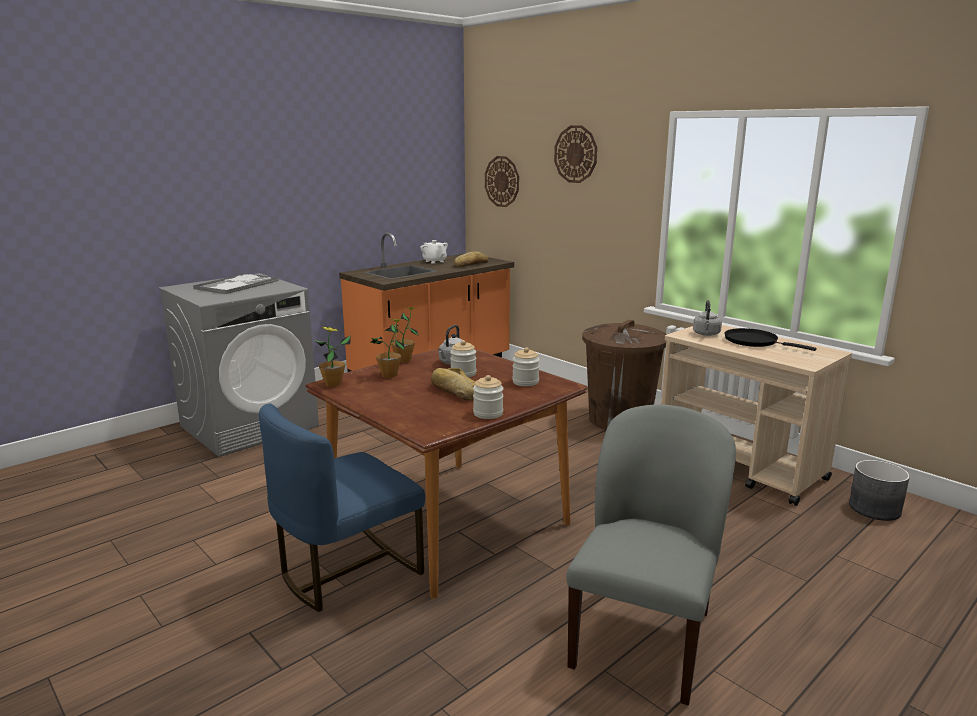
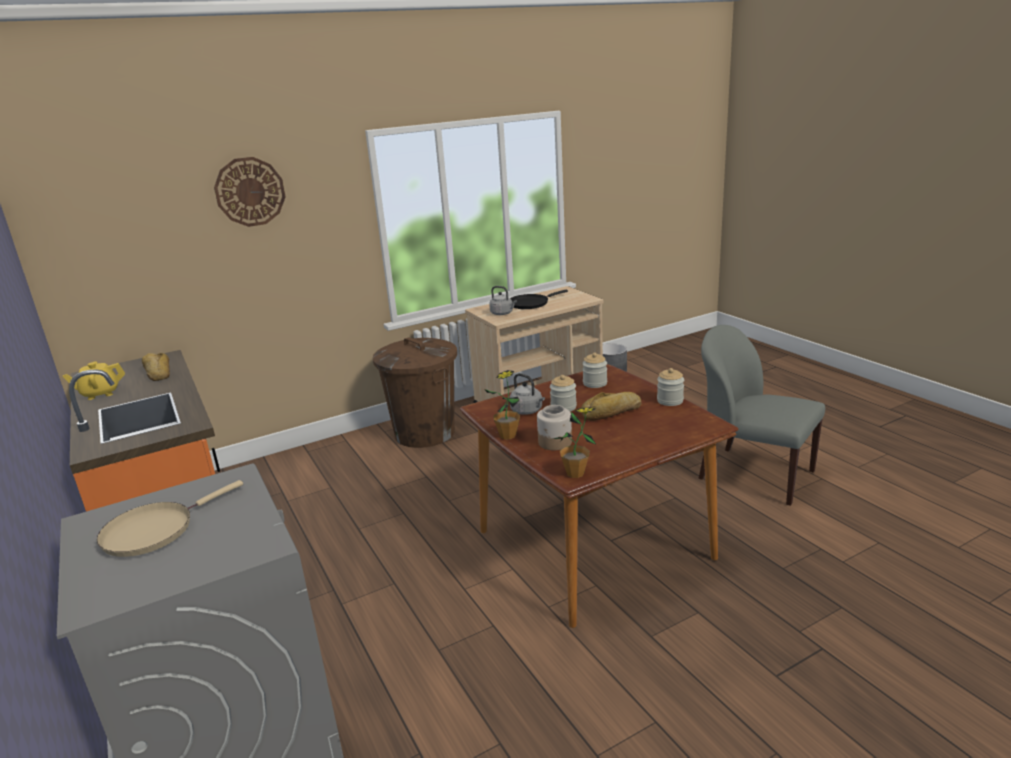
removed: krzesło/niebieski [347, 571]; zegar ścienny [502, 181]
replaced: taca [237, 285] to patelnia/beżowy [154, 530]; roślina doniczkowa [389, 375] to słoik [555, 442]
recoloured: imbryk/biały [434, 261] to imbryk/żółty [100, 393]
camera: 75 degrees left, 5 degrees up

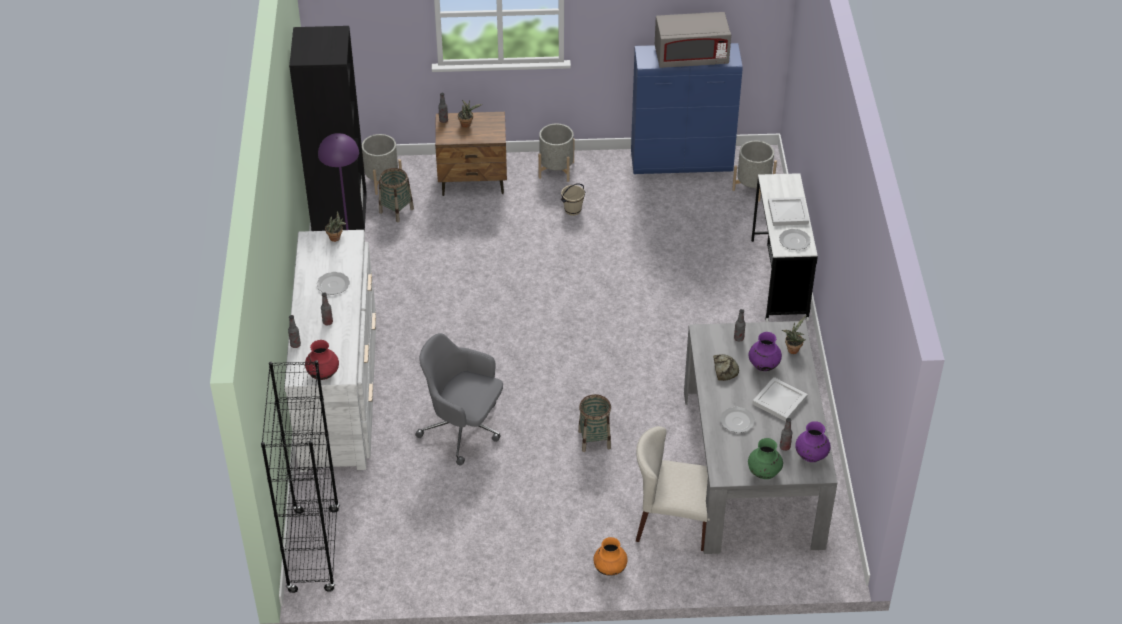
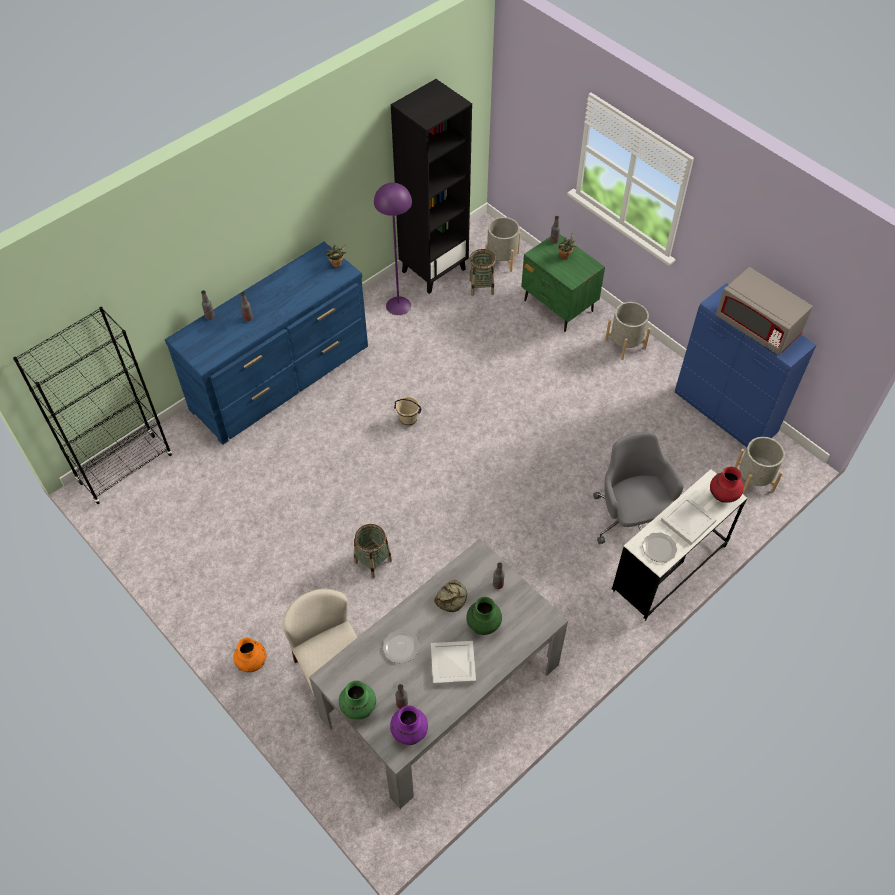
removed: talerz [332, 284]; roślina doniczkowa [793, 348]
moved: wazon/czerwony [323, 374] to [723, 495]; krzesło biurowe/szary [463, 429] to [630, 519]; wiadro/beżowy [572, 210] to [408, 420]
recoloured: komoda/biały [339, 390] to komoda/niebieski [281, 378]; szafka nocna/brązowy [473, 181] to szafka nocna/zielony [558, 306]; wazon/fioletowy [763, 365] to wazon/zielony [483, 624]
camera: 50 degrees right, 10 degrees up

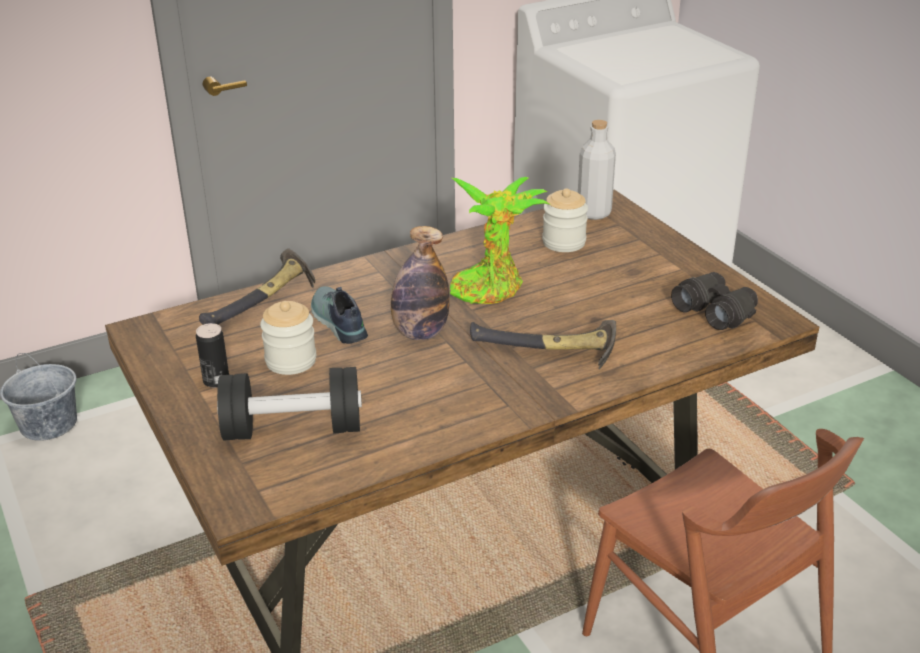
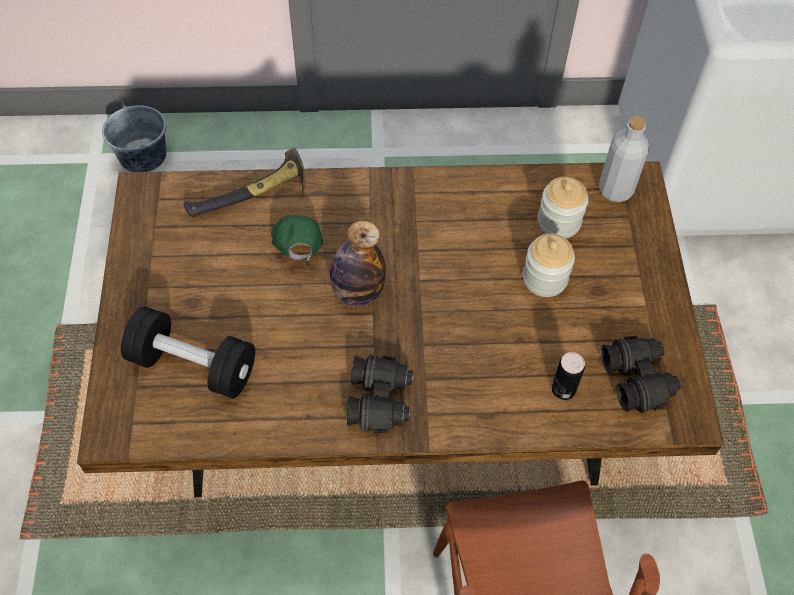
removed: roślina doniczkowa [491, 287]; młotek [546, 353]
added: lornetka/czarny [380, 399]
moved: puszka [216, 381] to [563, 389]; słoik [291, 361] to [544, 278]
replaced: but [337, 322] to czapka z daszkiem/zielony [297, 248]
camera: 25 degrees right, 25 degrees up

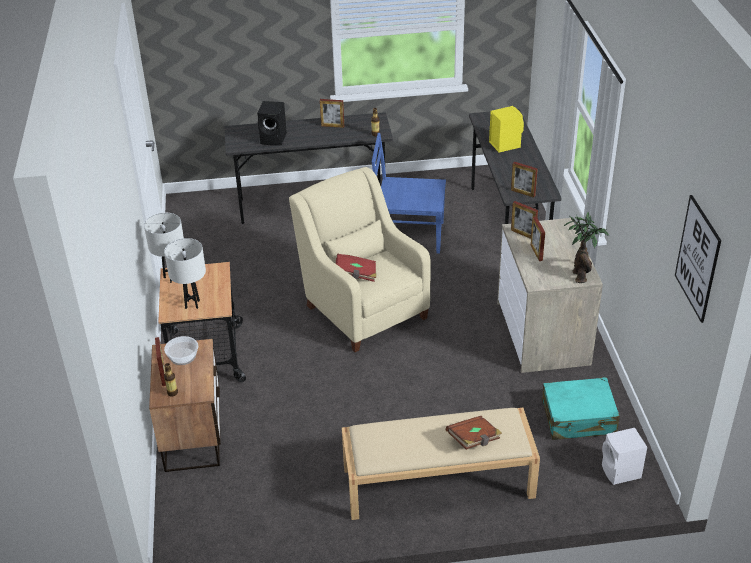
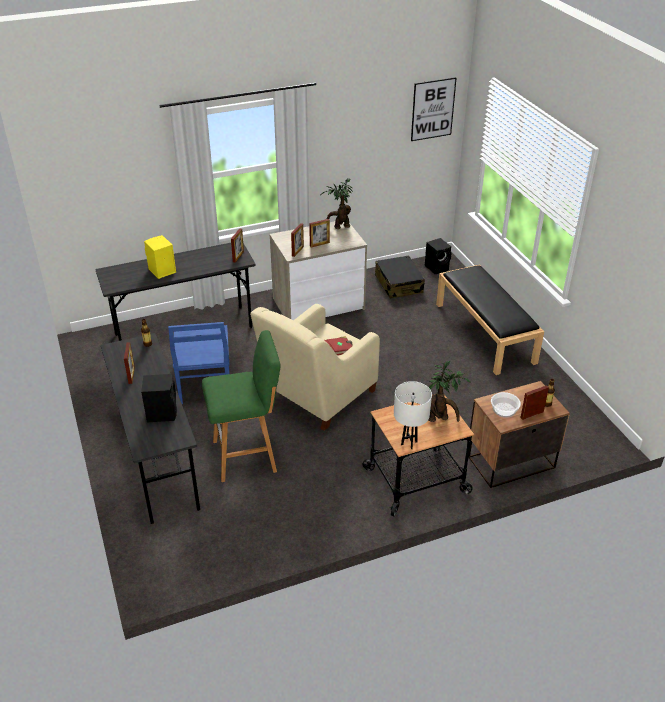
removed: książka/brązowy [474, 440]
added: stołek/zielony [247, 455]
replaced: lampa stołowa/biały [192, 304] to roślina doniczkowa [440, 418]
recoloured: ławka/beżowy [437, 483] to ławka/czarny [485, 333]; walizka/turkusowy [579, 418] to walizka/czarny [398, 284]; głośnik/biały [621, 472] to głośnik/czarny [437, 268]
camera: 105 degrees left, 0 degrees up

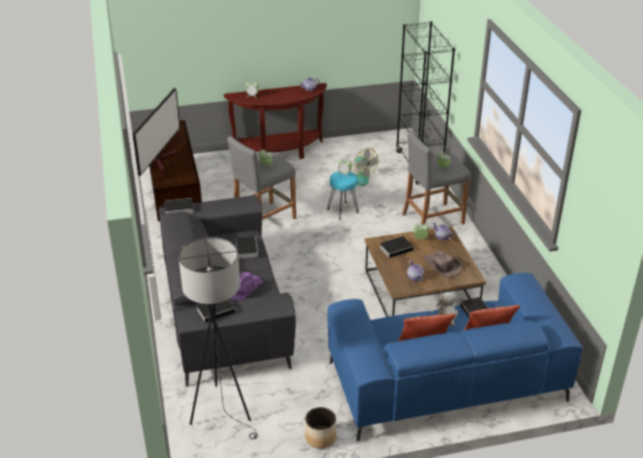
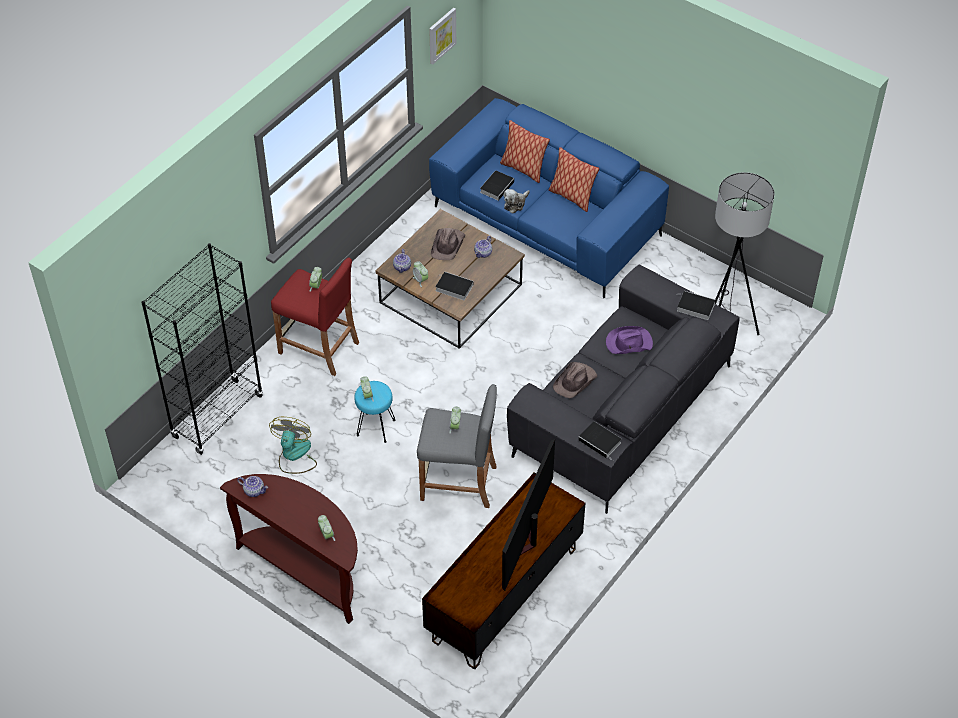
removed: donica [320, 438]
added: obraz [441, 35]
replaced: książka [246, 248] to kapelusz/brązowy [575, 381]
recoloured: stołek/szary [432, 218] to stołek/czerwony [318, 348]
turned: telewizor [163, 159] = [525, 544] 45 degrees counterclockwise
camera: 130 degrees left, 15 degrees up

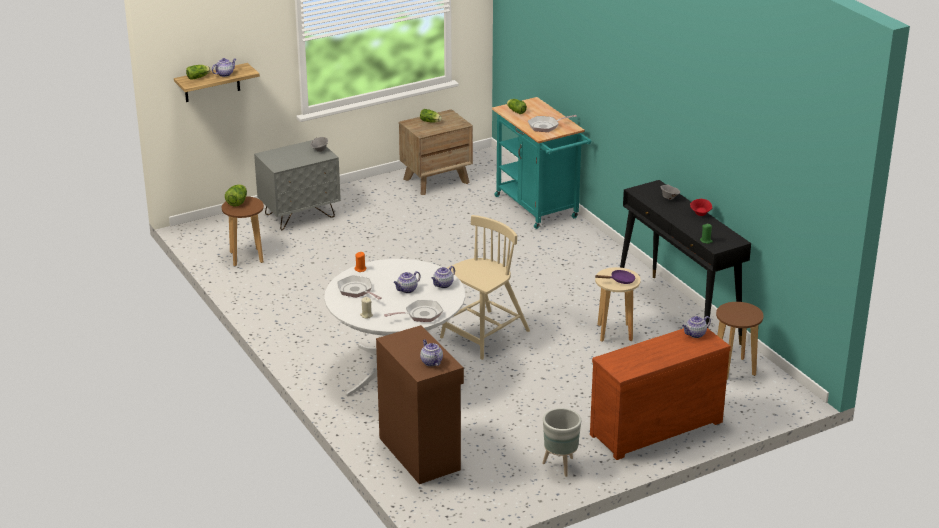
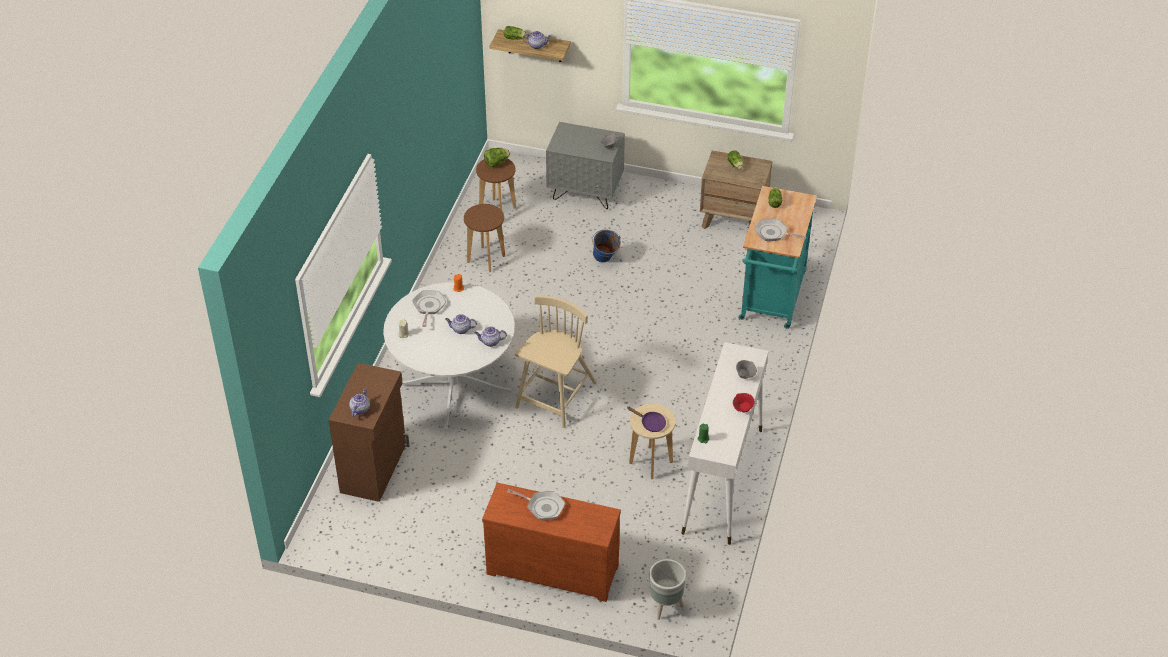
removed: imbryk [695, 334]
added: wiadro/niebieski [605, 261]
moved: patelnia [420, 314] to [542, 507]; donica/szary [560, 466] to [665, 607]; stołek/brązowy [734, 369] to [486, 259]
recoloured: stolik konsolowy/czarny [678, 316] to stolik konsolowy/biały [722, 481]
turned: krzesło/beżowy [484, 335] = [555, 396] 60 degrees counterclockwise
camera: 45 degrees right, 15 degrees up

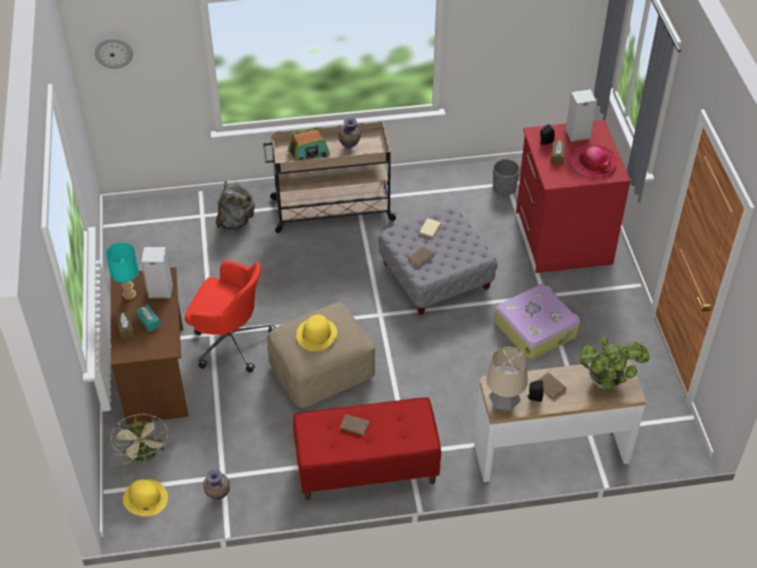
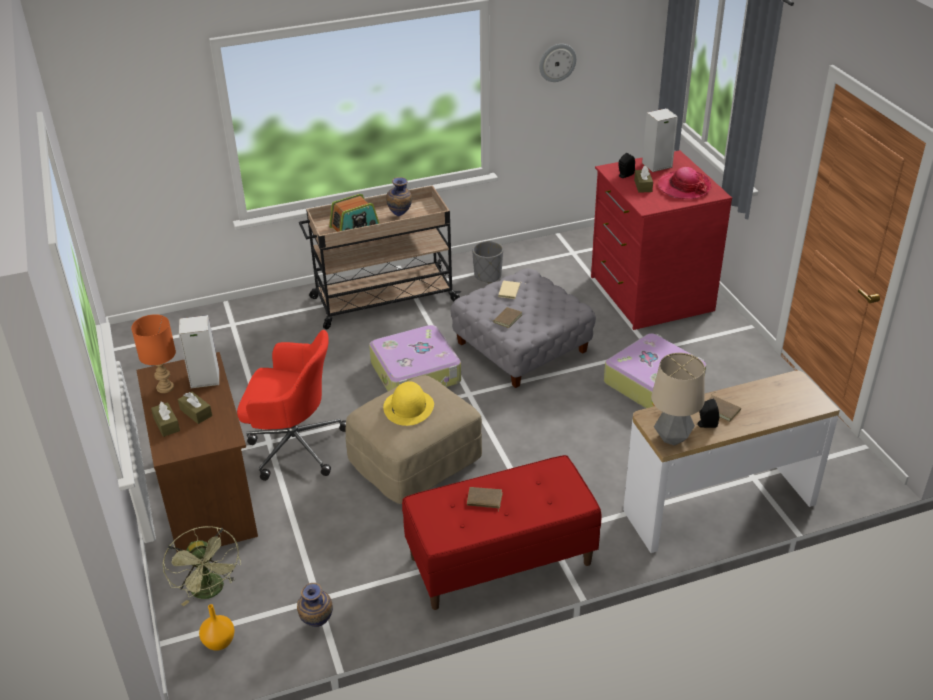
removed: plecak/szary [235, 221]; roślina doniczkowa [608, 381]
added: walizka [416, 373]
moved: zegar ścienny [113, 52] to [557, 62]; donica/szary [504, 188] to [488, 276]
replaced: kapelusz/żółty [145, 498] to wazon/pomarańczowy [218, 642]
recoloured: lampa stołowa/turkusowy [130, 294] to lampa stołowa/pomarańczowy [166, 387]; pudełko chusteczek/turkusowy [149, 321] to pudełko chusteczek/brązowy [196, 412]
camera: 10 degrees left, 10 degrees down

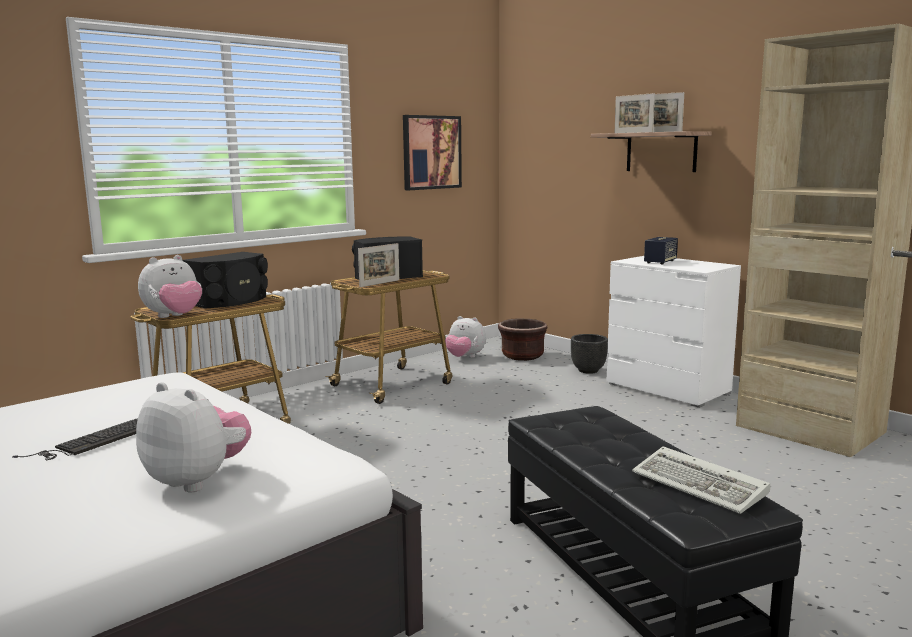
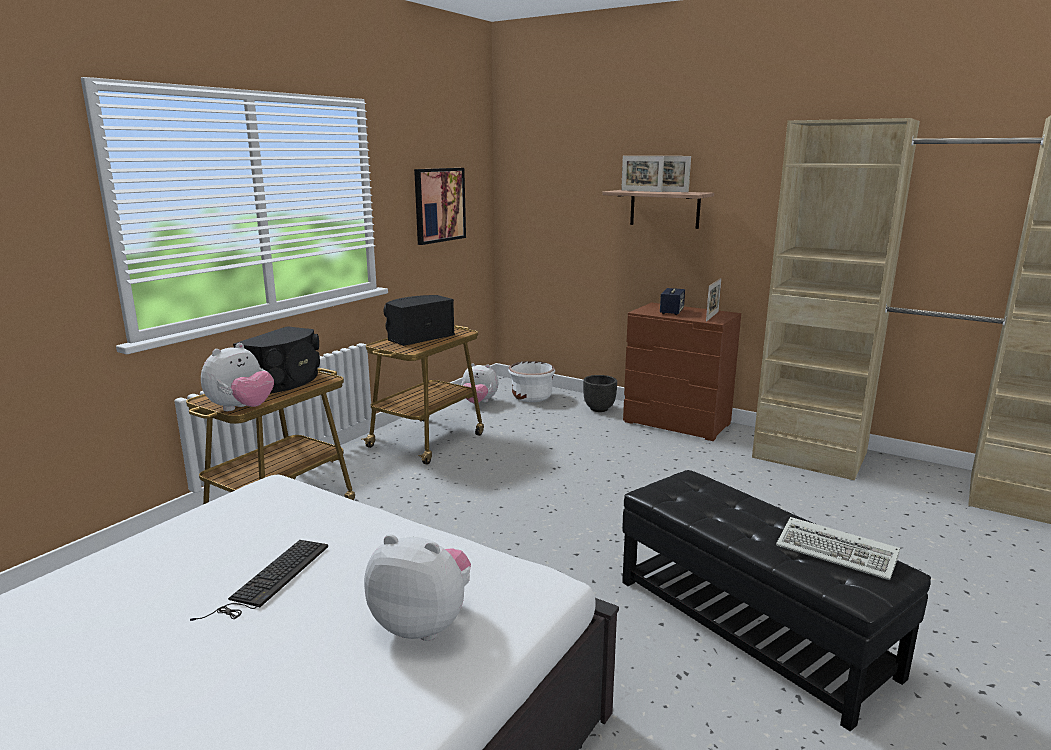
moved: ramka na zdjęcie [379, 283] to [712, 316]
recoloured: donica/brązowy [522, 356] to donica/biały [531, 397]; komoda/biały [668, 389] to komoda/brązowy [677, 423]
camera: 15 degrees left, 5 degrees up

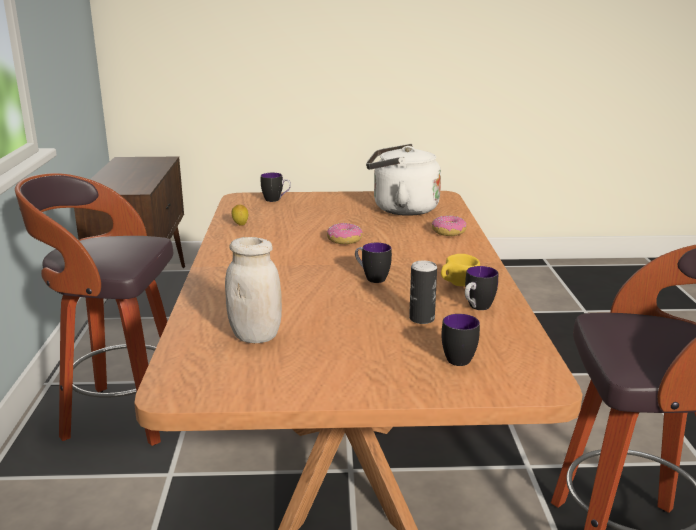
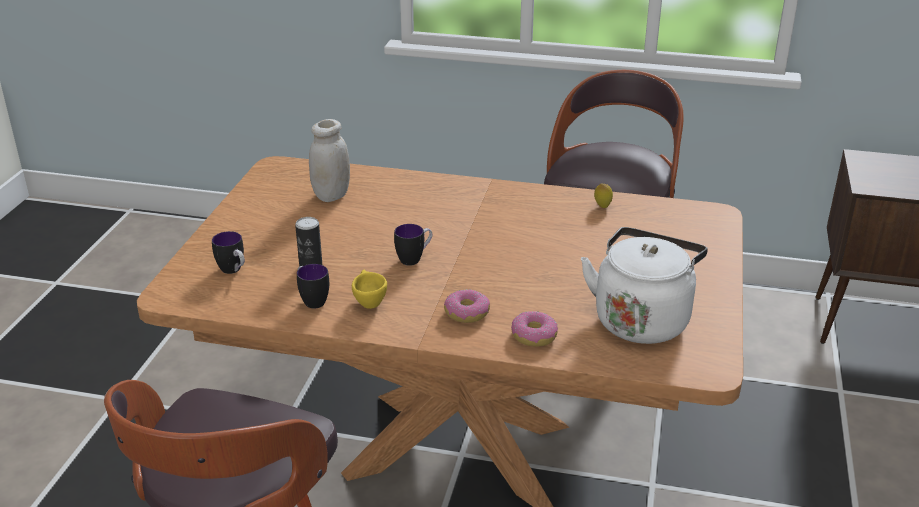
removed: kubek [276, 200]
moved: donut [344, 240] to [466, 313]
camera: 105 degrees right, 10 degrees up

